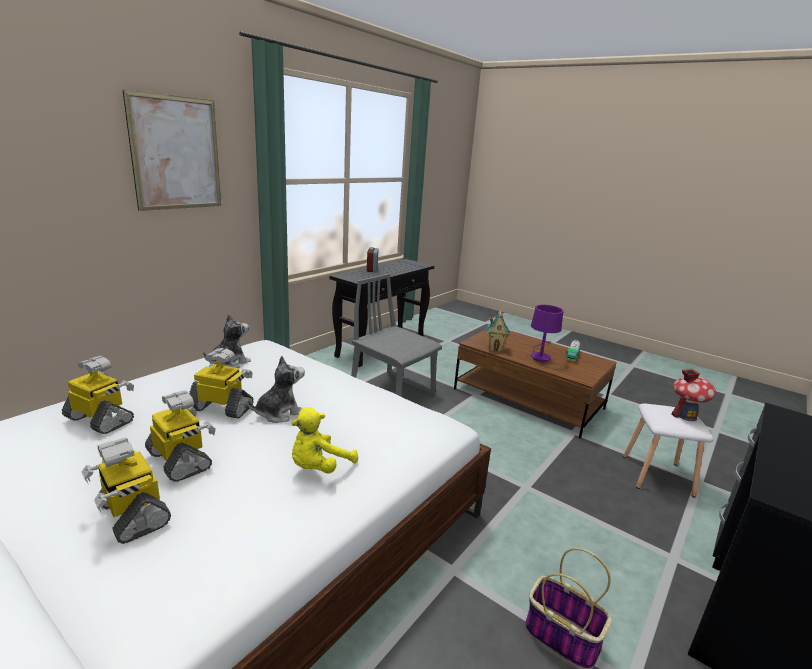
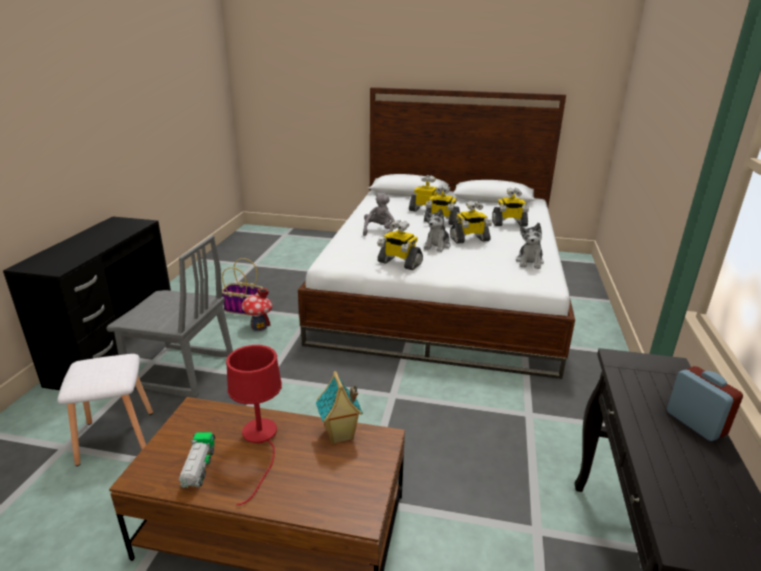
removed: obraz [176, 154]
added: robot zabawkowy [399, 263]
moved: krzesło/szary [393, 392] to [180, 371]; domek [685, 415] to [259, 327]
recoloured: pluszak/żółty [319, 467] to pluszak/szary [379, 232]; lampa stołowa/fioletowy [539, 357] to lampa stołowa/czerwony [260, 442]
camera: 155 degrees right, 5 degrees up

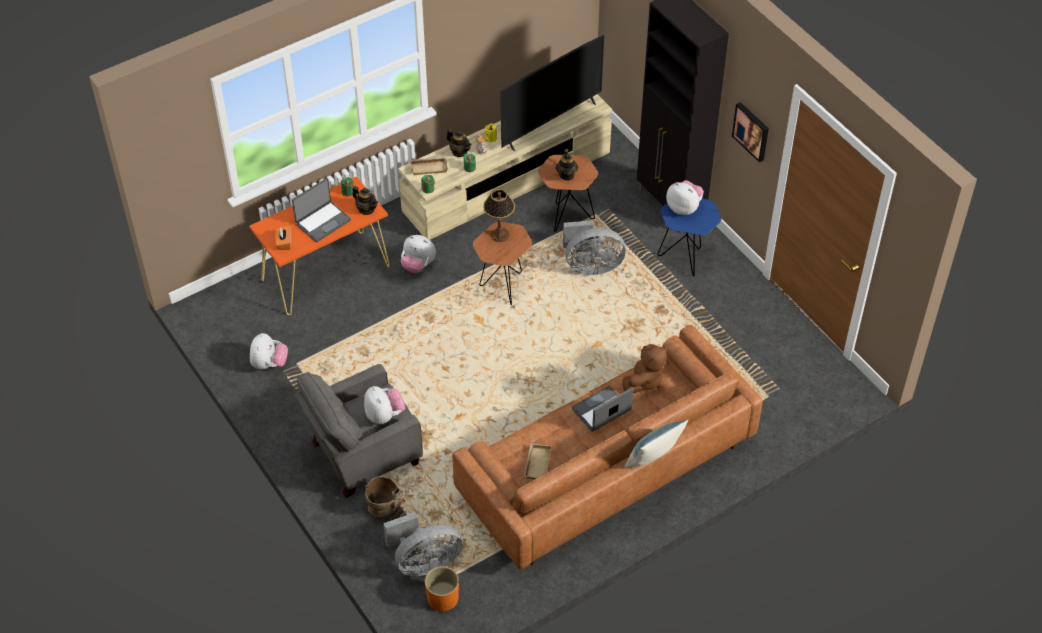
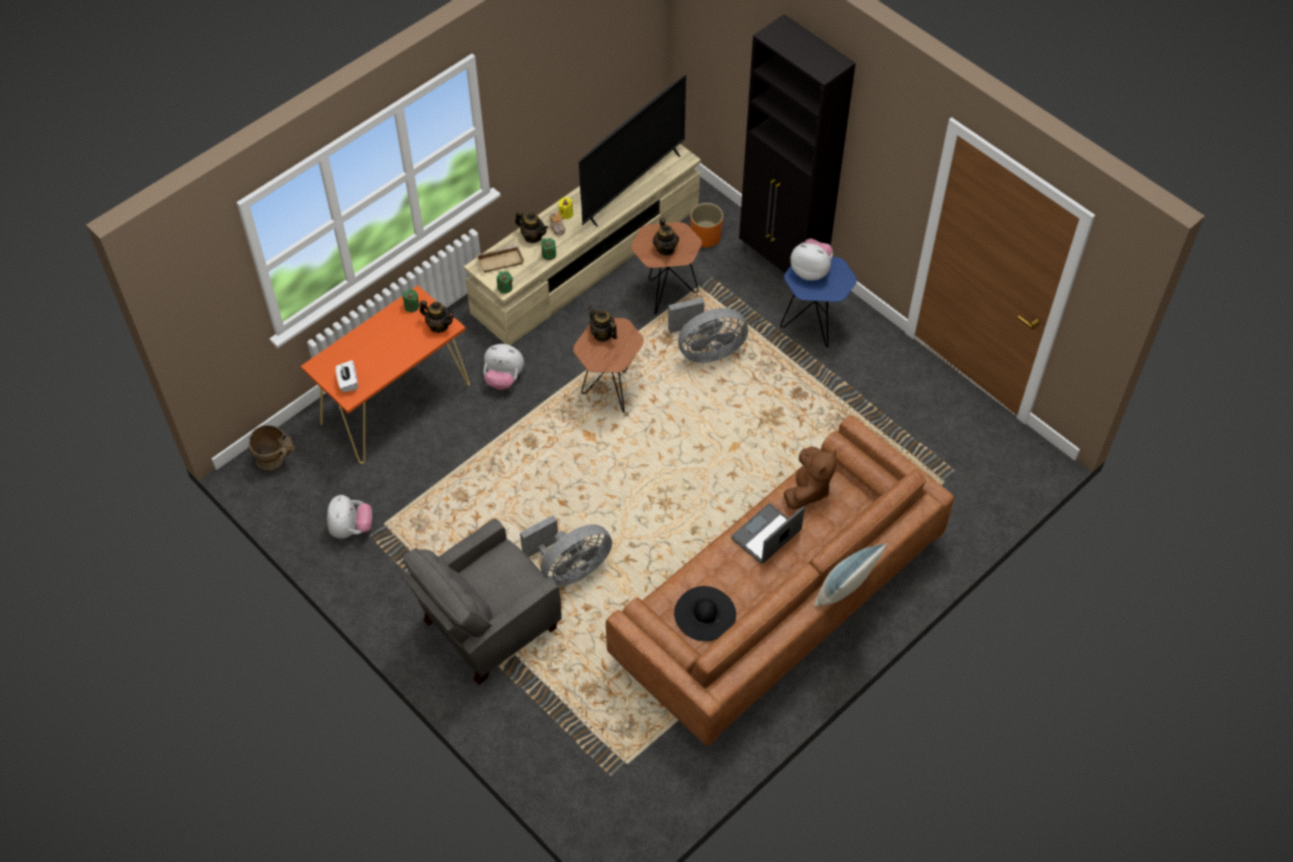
removed: laptop [322, 221]; pluszak [384, 415]; obraz [752, 131]
moved: wazon/beżowy [385, 509] to [275, 460]; wentylator/szary [424, 562] to [569, 568]; donica/pomarańczowy [442, 599] to [705, 237]
replaced: lampa stołowa [499, 235] to imbryk [602, 334]; taca/beżowy [536, 463] to kapelusz/czarny [705, 613]
recoloured: pudełko chusteczek/pomarańczowy [284, 243] to pudełko chusteczek/biały [348, 382]
camera: 10 degrees left, 5 degrees up

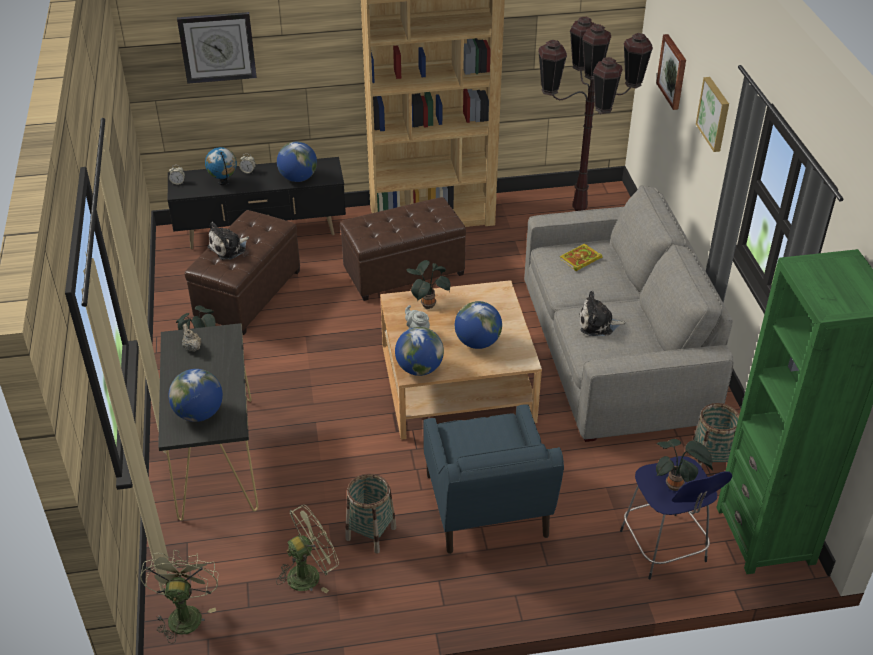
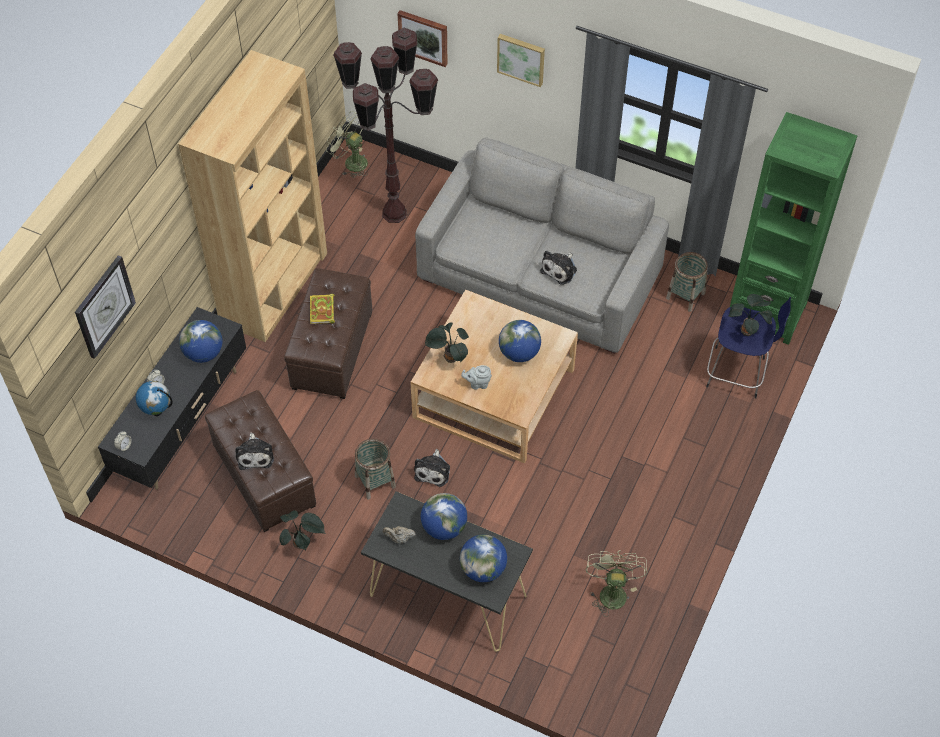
removed: fotel/niebieski [486, 509]
added: pluszak [433, 471]
moved: wentylator/zielony [184, 613] to [351, 162]; koszyk [371, 533] to [375, 481]; globus [419, 369] to [444, 527]; książka [580, 260] to [322, 311]
camera: 55 degrees left, 15 degrees up

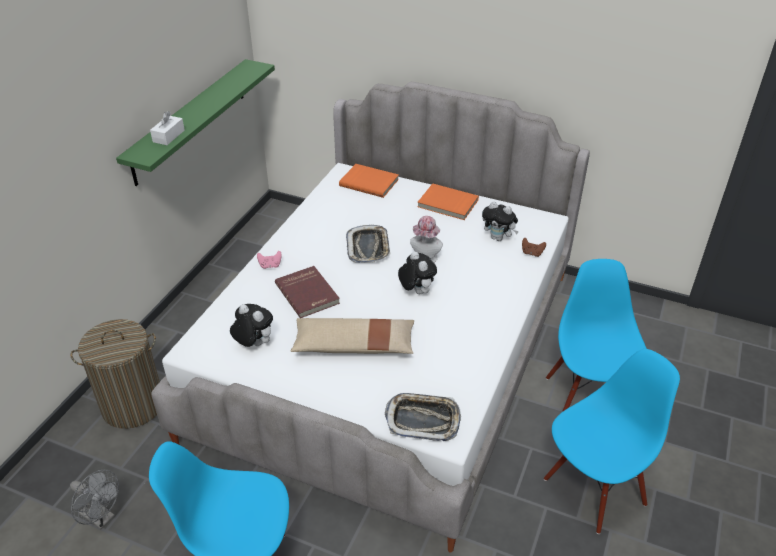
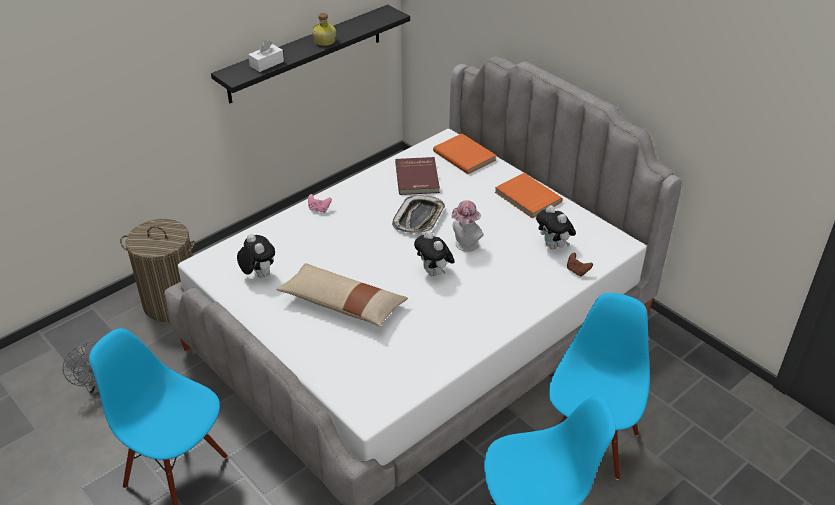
removed: taca [423, 420]
added: butelka [324, 41]
moved: książka/czerwony [308, 293] to [418, 178]
recoloured: półka/zielony [190, 120] to półka/czarny [306, 53]
turned: pluszak [416, 291] = [434, 273] 150 degrees clockwise
camera: 25 degrees right, 0 degrees up

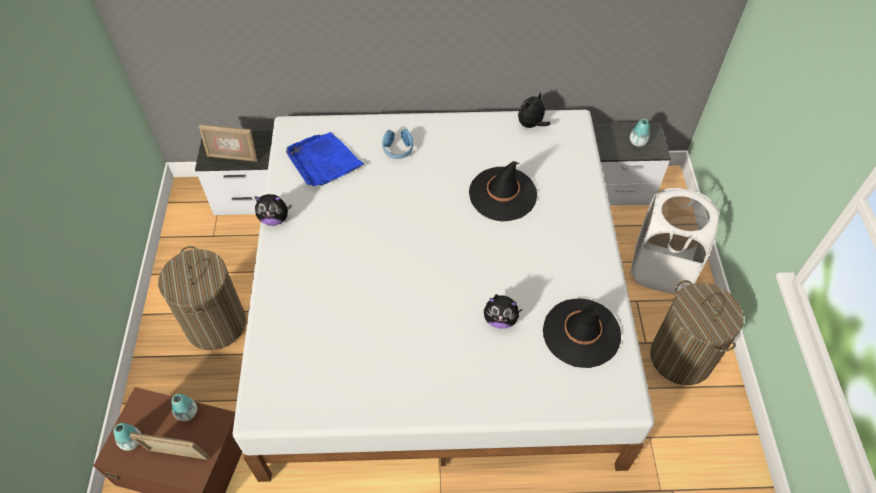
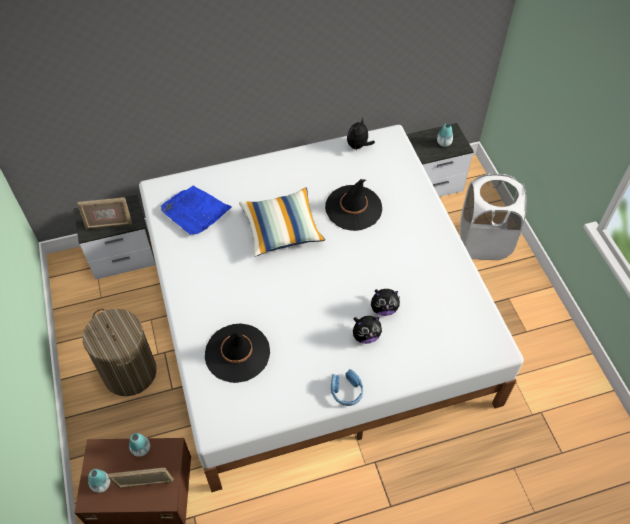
removed: kosz na pranie [680, 357]
added: poduszka [282, 229]
moved: pluszak [274, 219] to [365, 336]; słuchawki/niebieski [398, 149] to [346, 391]; kapelusz/czarny [581, 333] to [237, 353]
camera: 15 degrees left, 0 degrees up

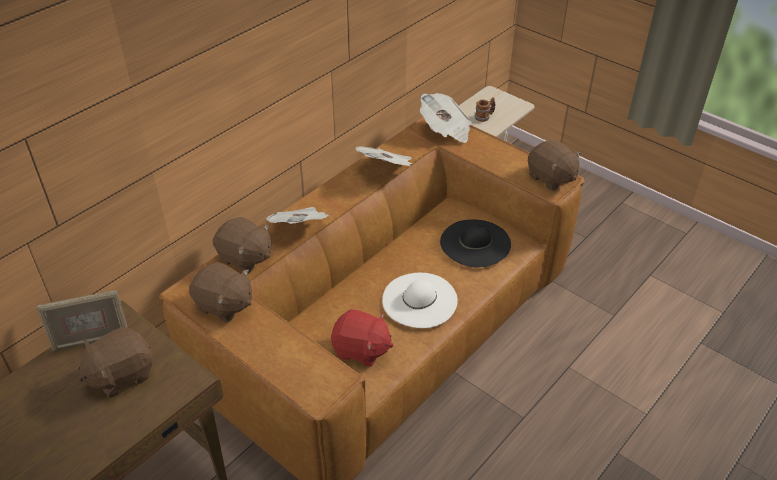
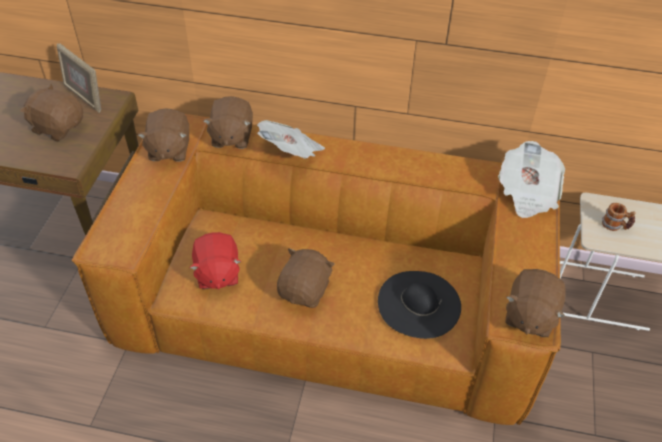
removed: gazeta [387, 168]
replaced: kapelusz/biały [419, 300] to pluszak/brązowy [305, 290]
camera: 60 degrees right, 5 degrees up

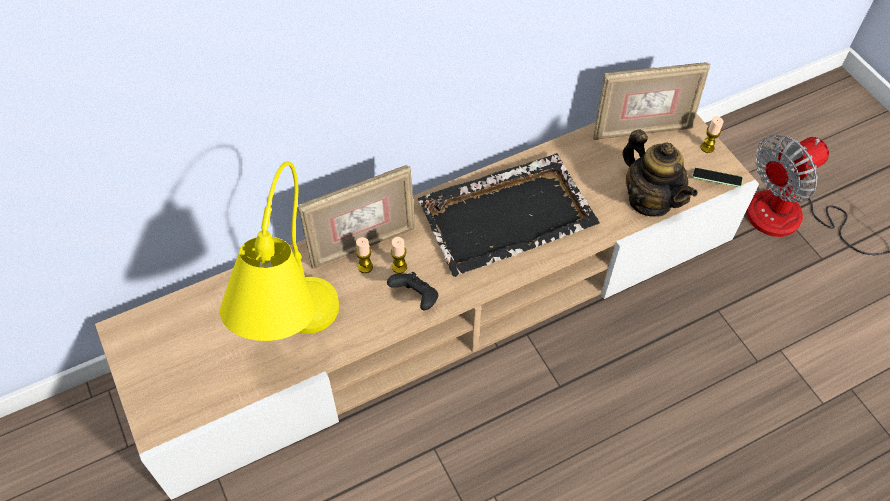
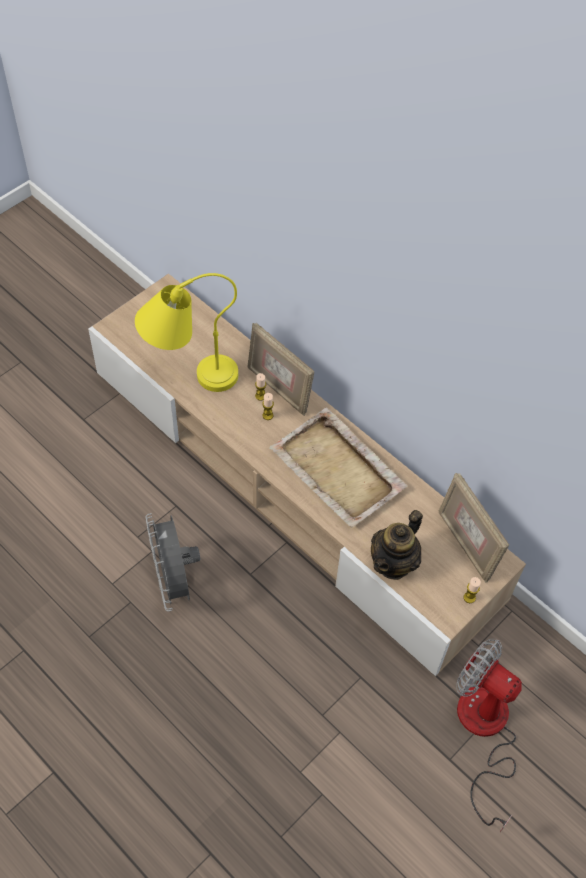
removed: pad do gier/czarny [416, 298]; telefon [715, 182]
added: wentylator/szary [174, 581]
recoloured: taca/czarny [508, 216] to taca/beżowy [338, 470]
camera: 70 degrees right, 0 degrees up

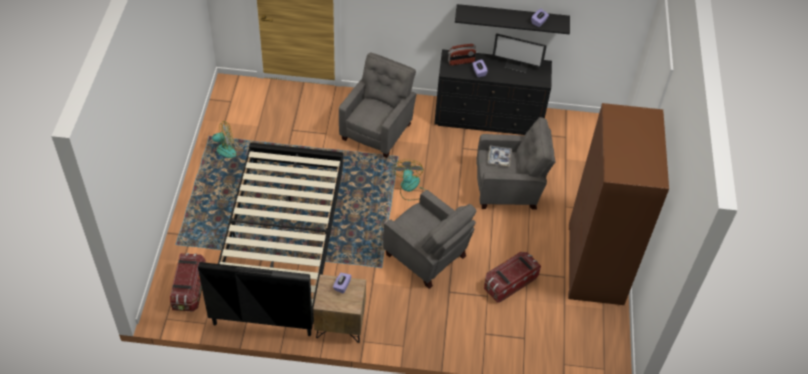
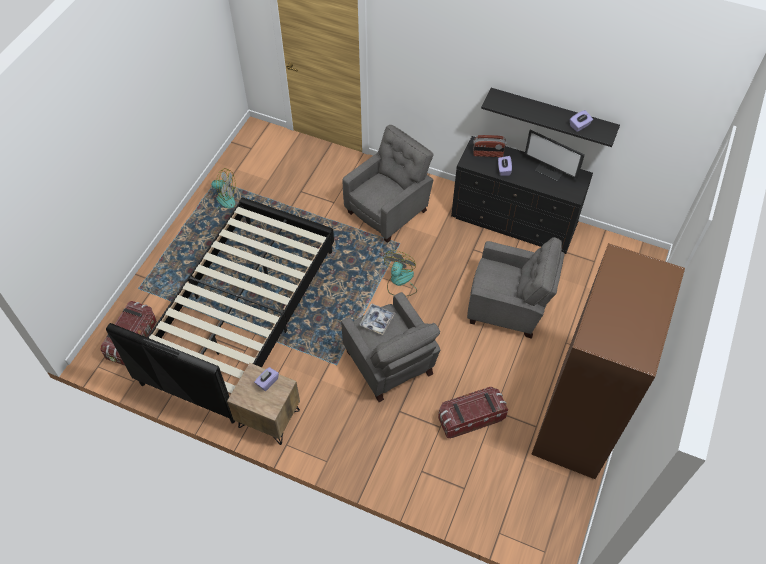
moved: taca [499, 158] to [377, 321]
camera: 20 degrees right, 5 degrees up

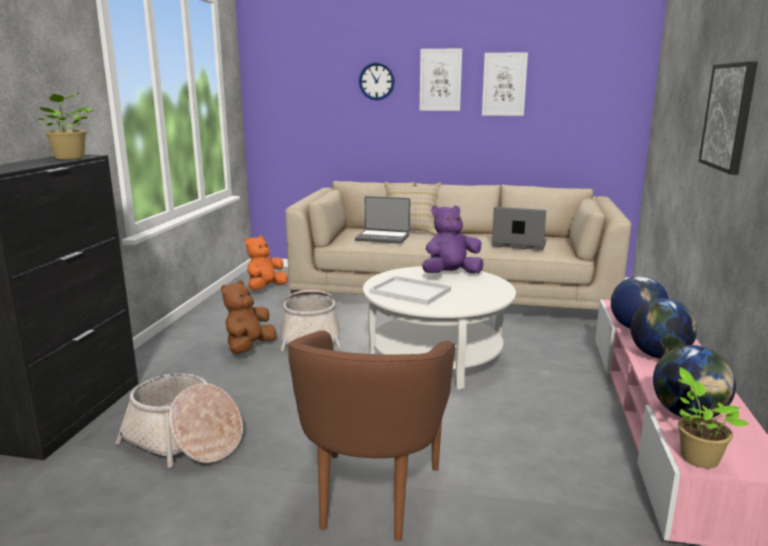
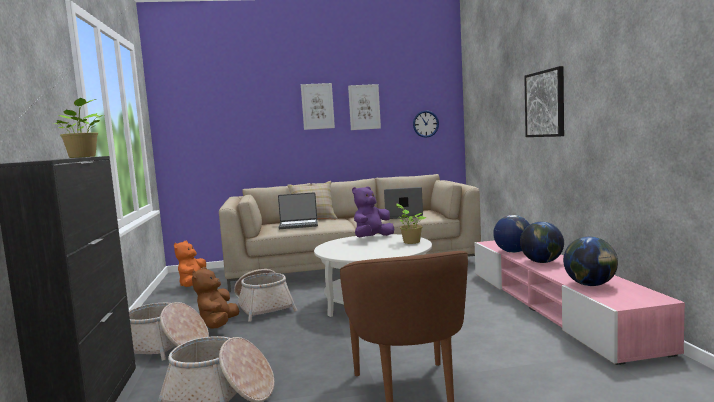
removed: taca/biały [412, 292]
added: koszyk [165, 348]
moved: zegar ścienny [376, 81] to [425, 124]; roślina doniczkowa [696, 457] to [410, 242]
camera: 20 degrees left, 10 degrees down

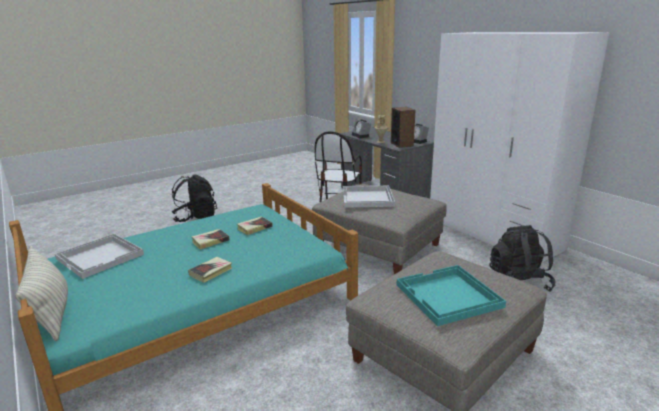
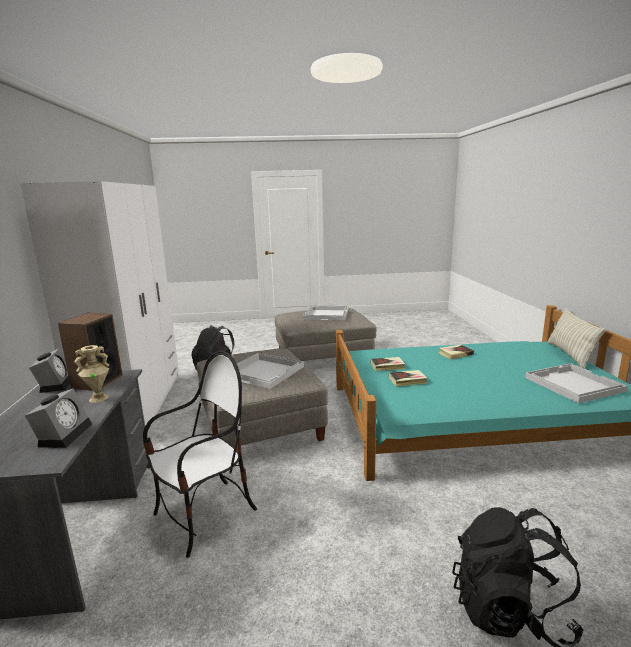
moved: książka [210, 241] to [387, 366]
recoloured: taca/turkusowy [448, 296] to taca/biały [327, 314]
camera: 150 degrees left, 5 degrees down

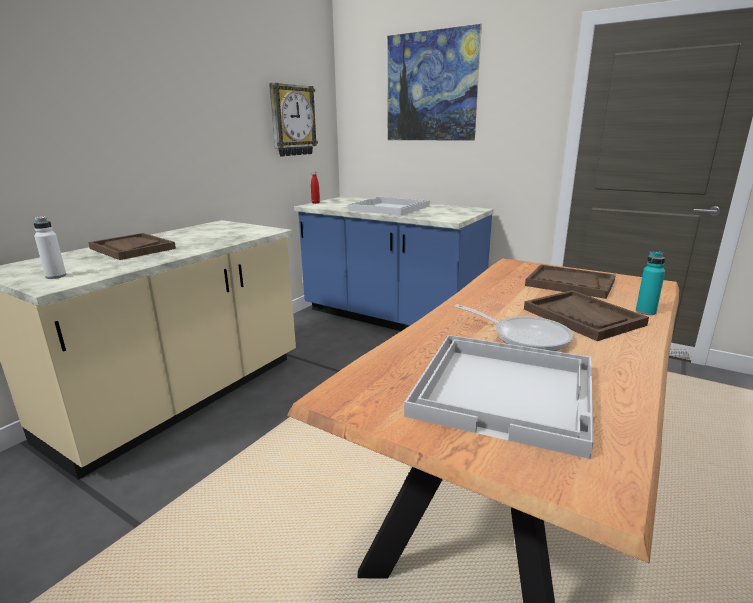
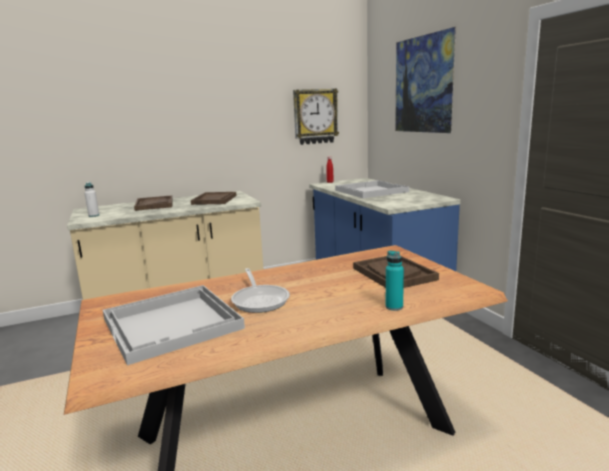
moved: taca/brązowy [583, 317] to [214, 200]
camera: 35 degrees right, 5 degrees down

